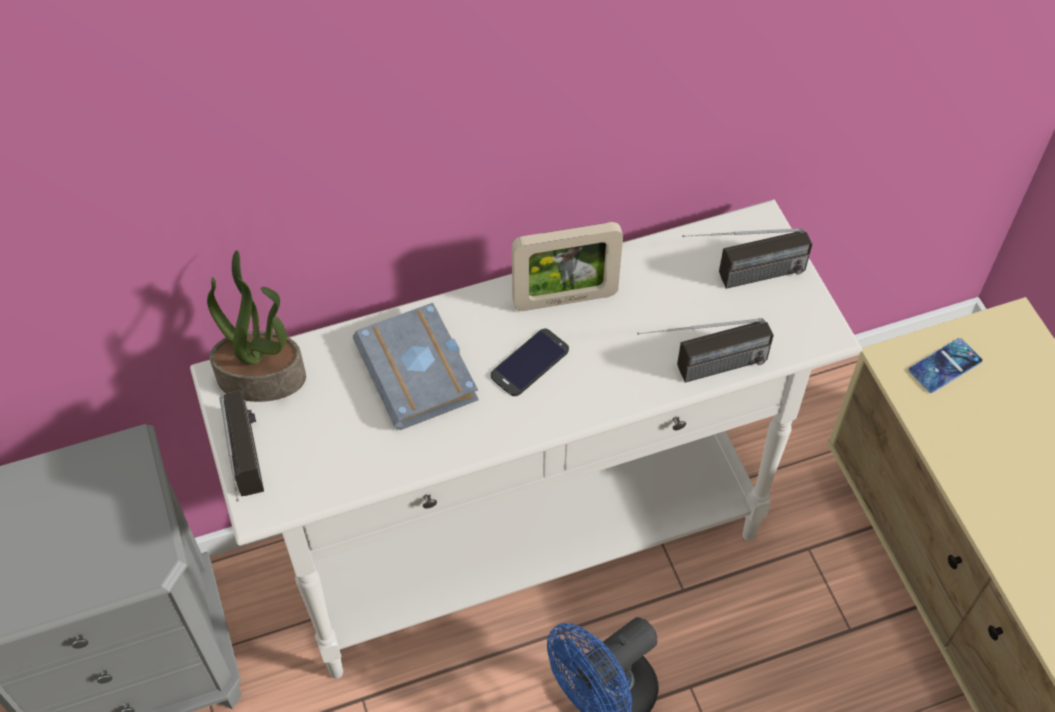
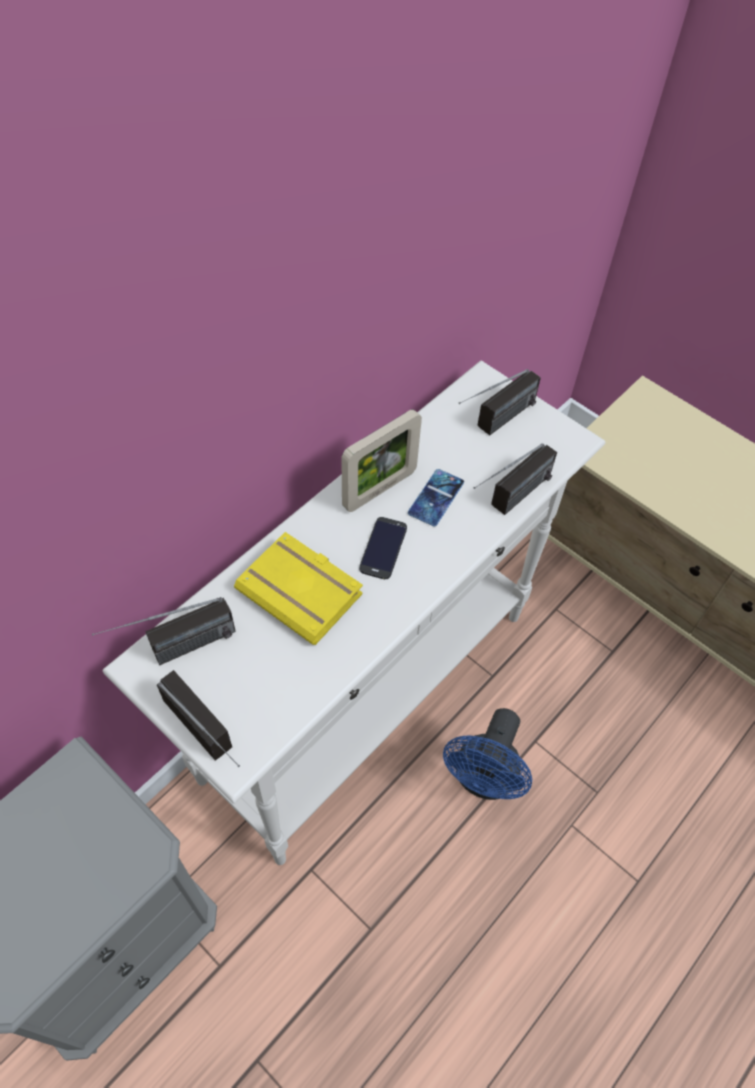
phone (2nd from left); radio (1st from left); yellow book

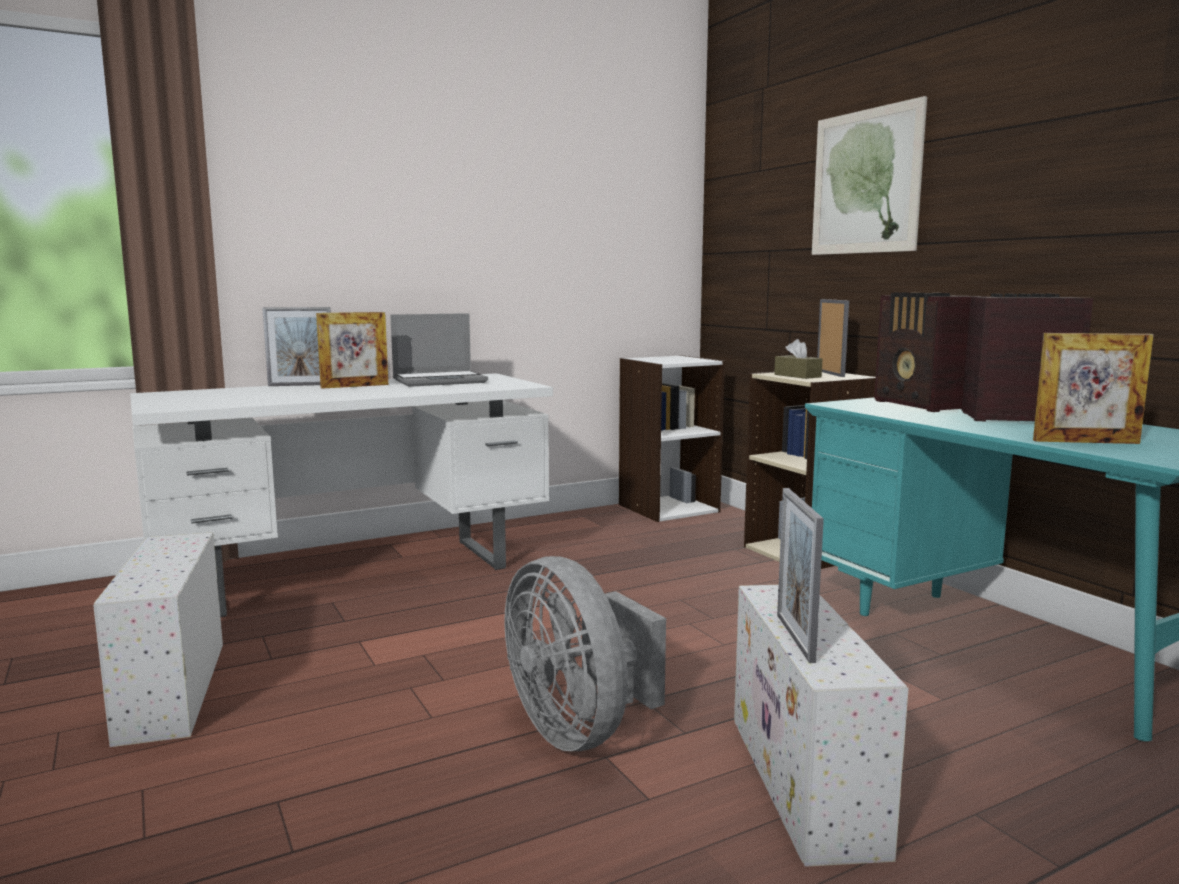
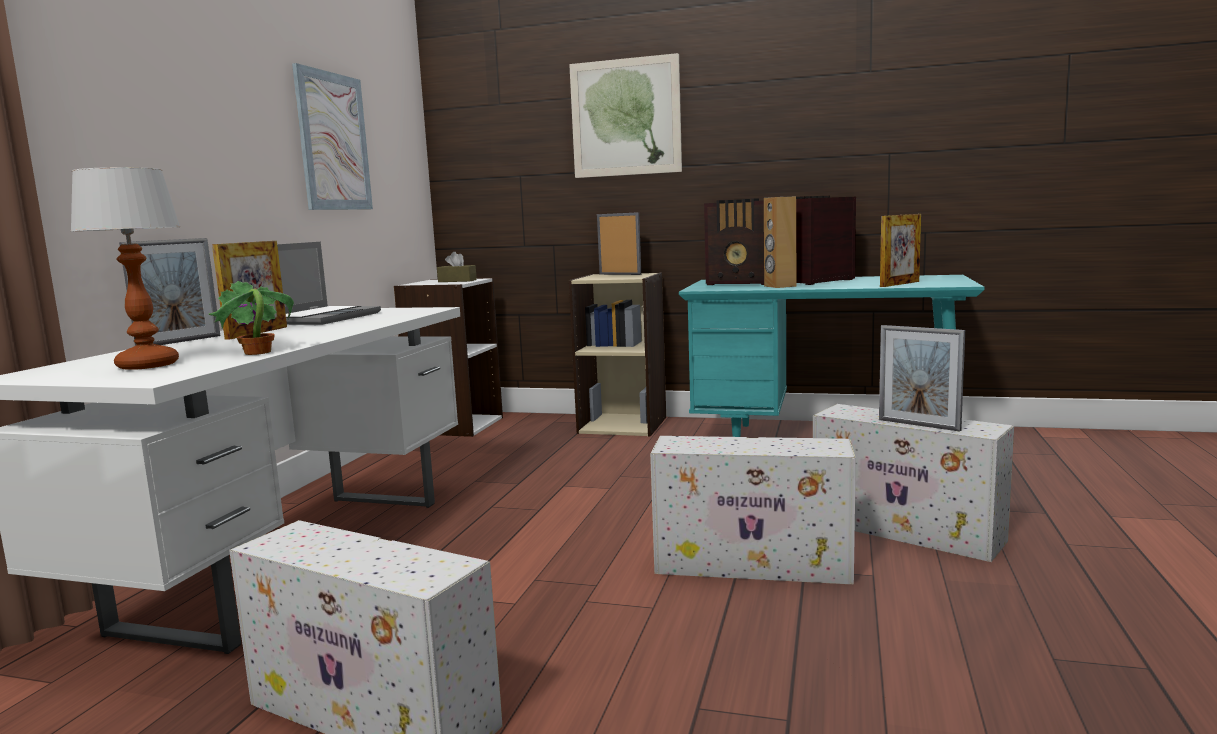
table lamp; potted plant; picture (1st from left); brown speaker; brown tissue box; white storage box (2nd from left)

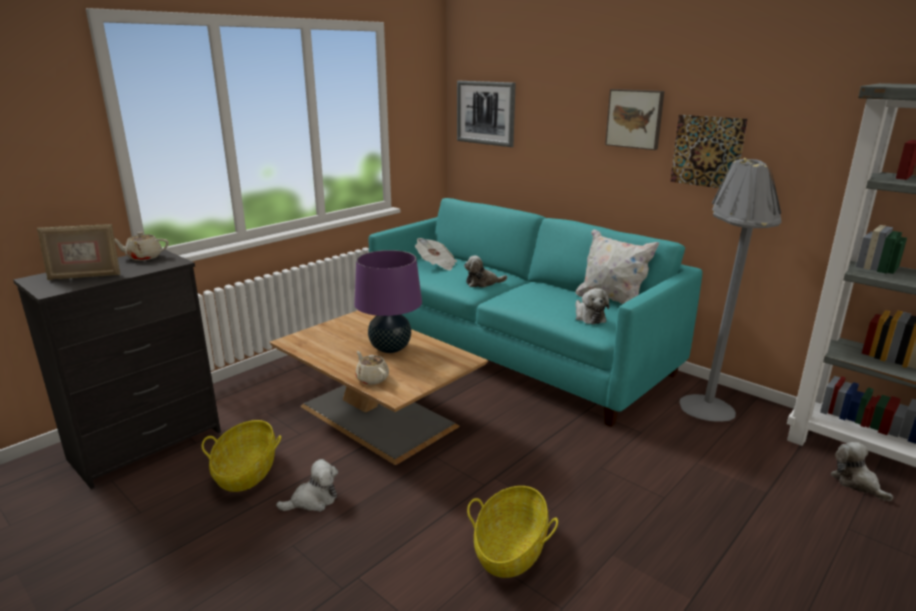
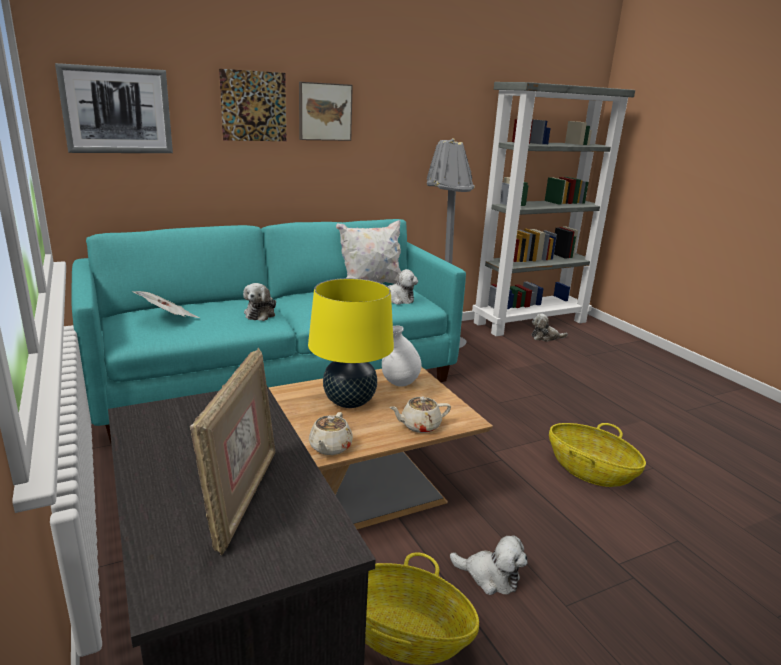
white vase; beige teapot (1st from left); picture (2nd from left); yellow table lamp; plush toy (3rd from left)

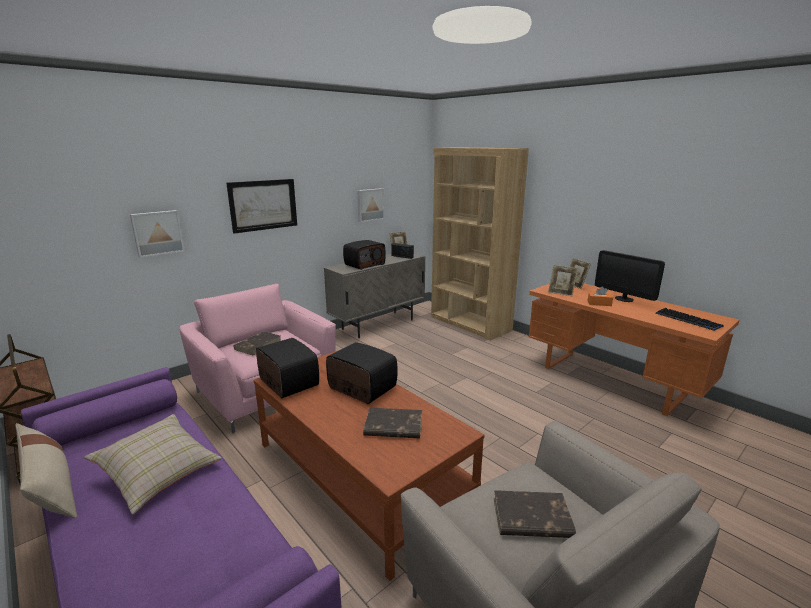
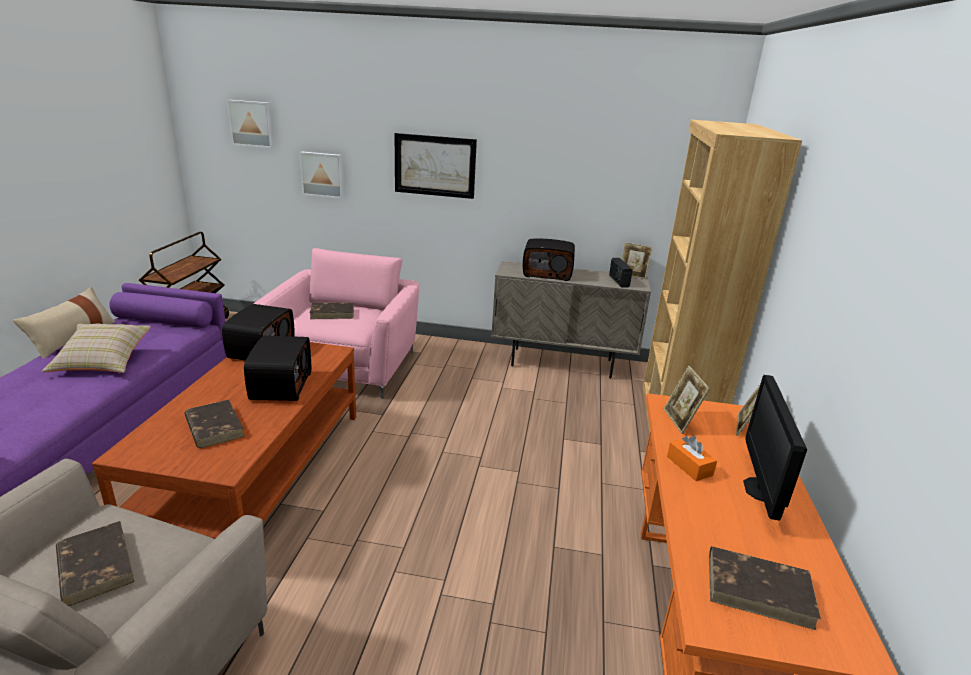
picture (1st from left); brown book (4th from left)

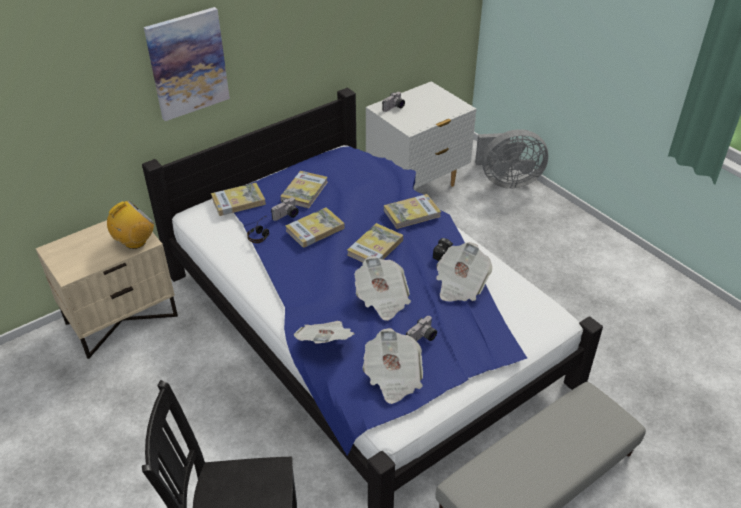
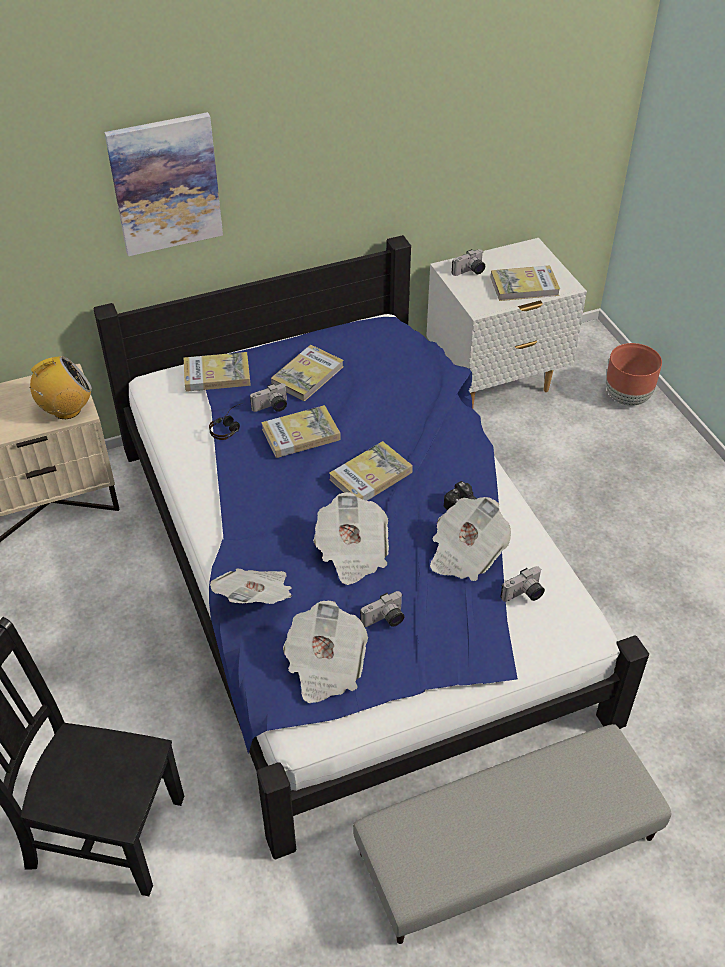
photo camera (5th from left); book (5th from left); brown planter

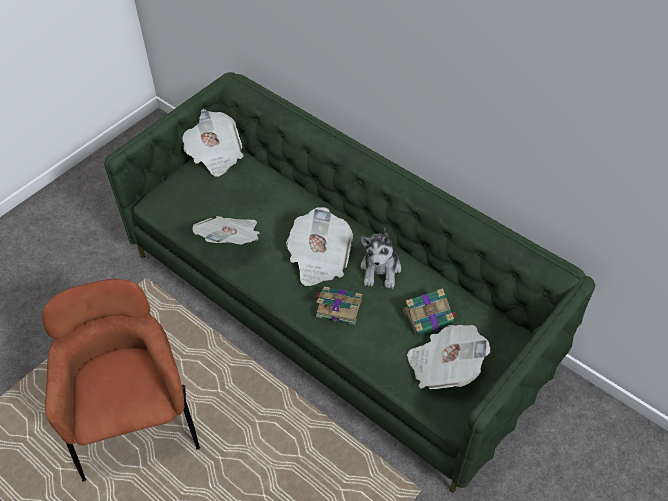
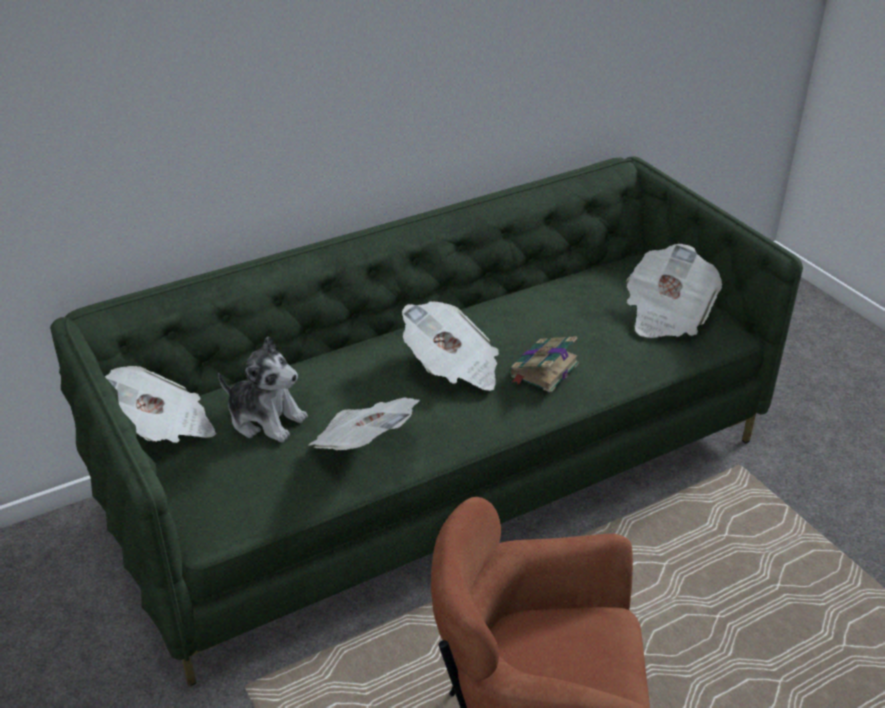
book (2nd from left in the first image); plush toy

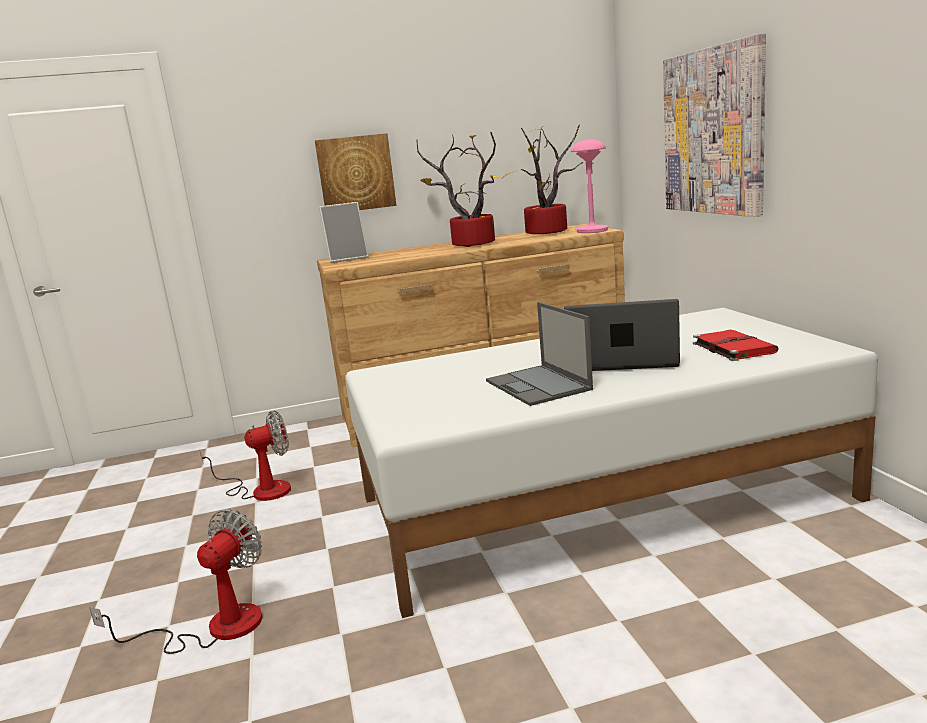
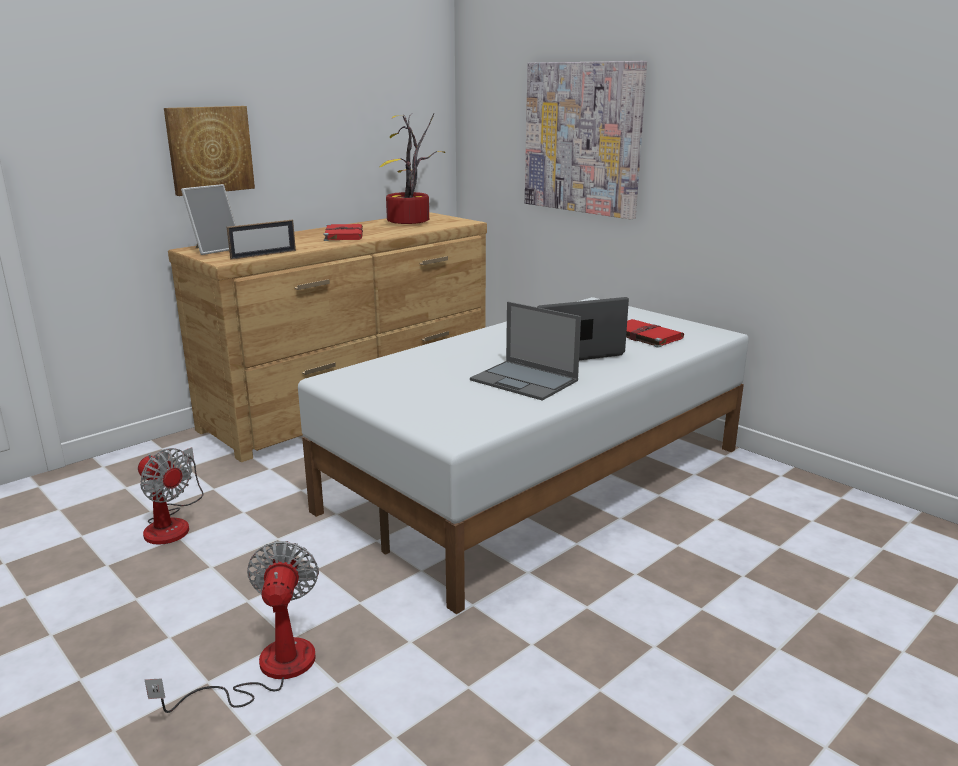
pink table lamp; picture frame (2nd from left); red book (1st from left); fan (1st from left)

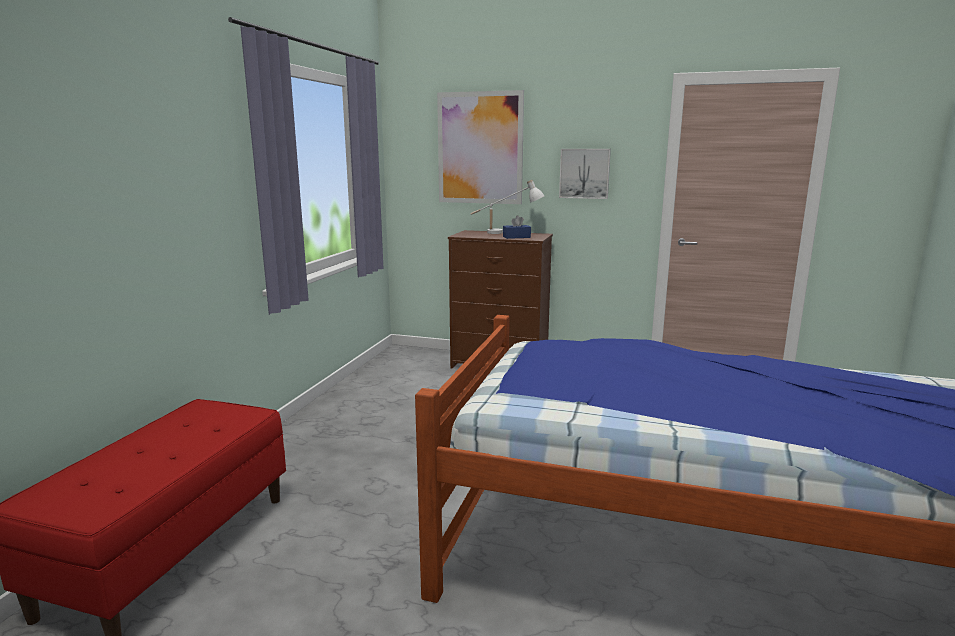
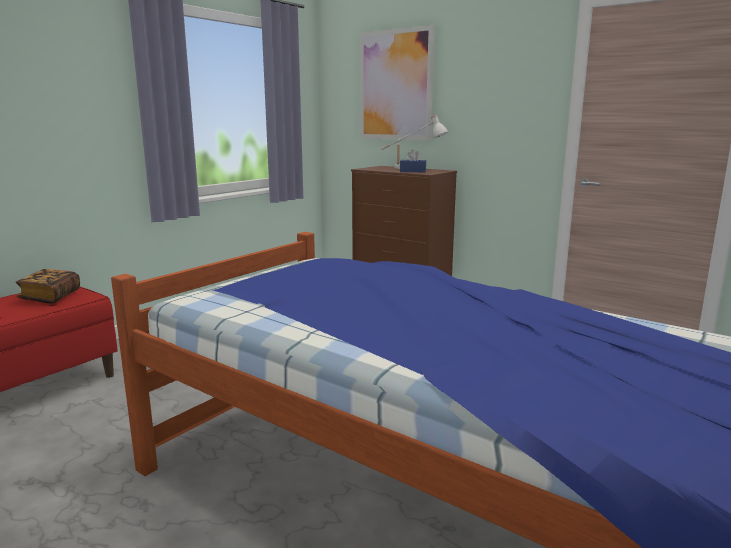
picture (2nd from left in the first image); book

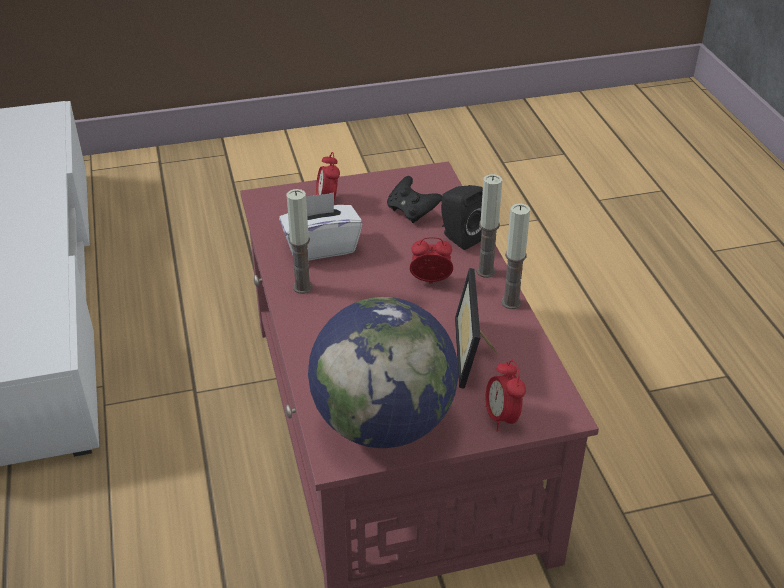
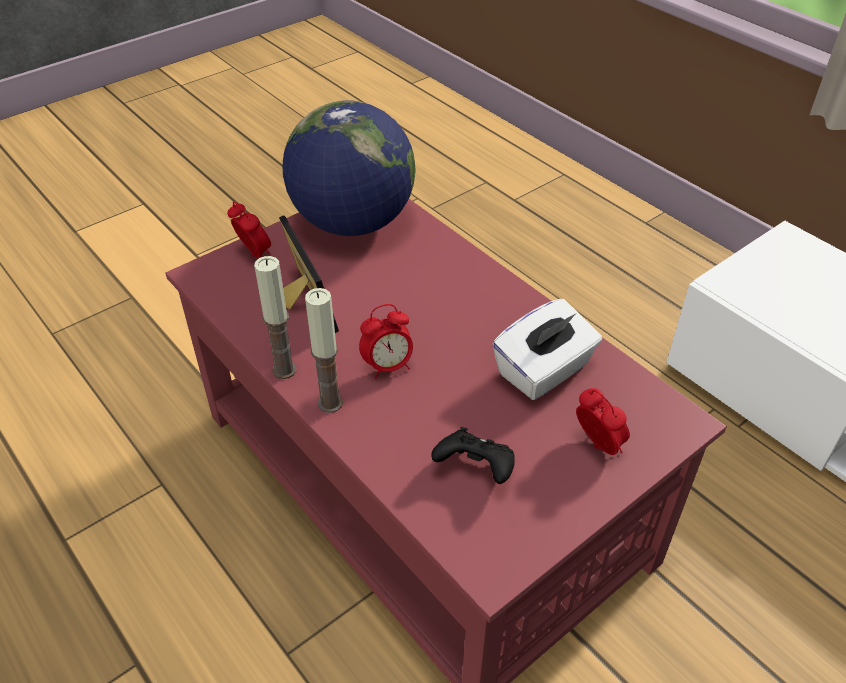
candle (1st from left in the first image); black speaker

